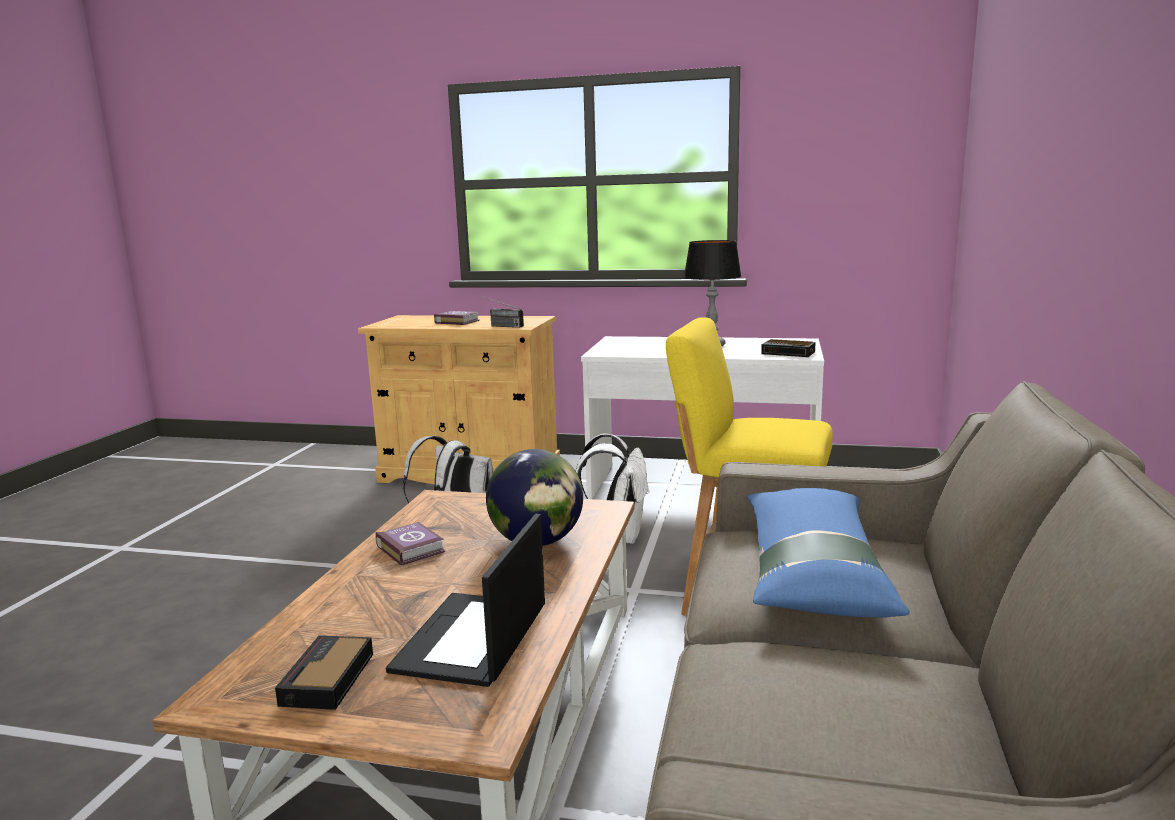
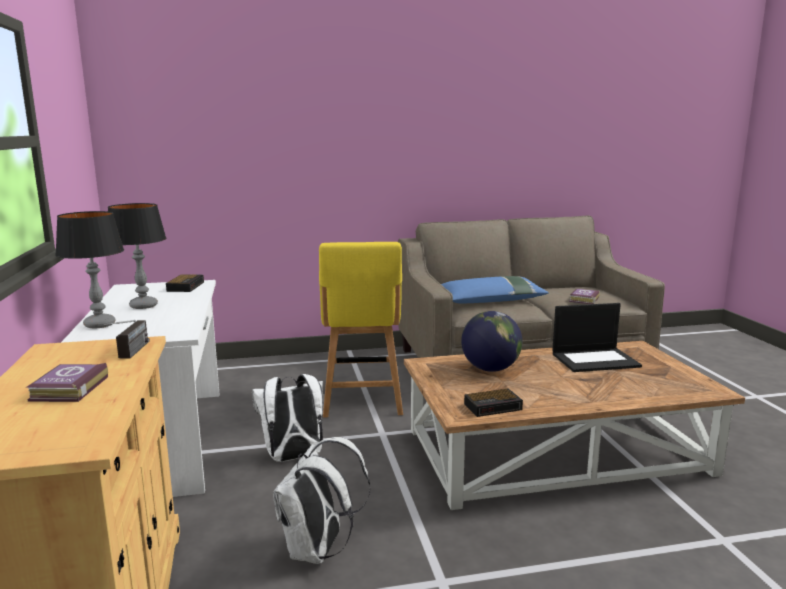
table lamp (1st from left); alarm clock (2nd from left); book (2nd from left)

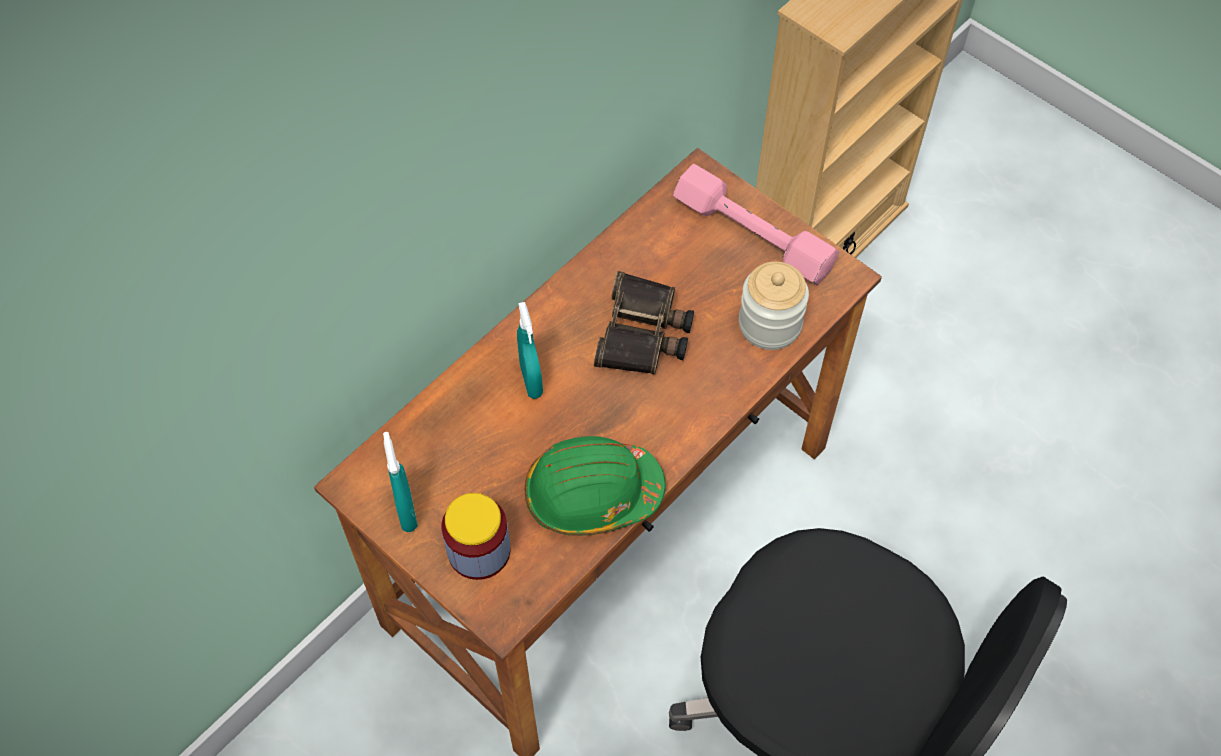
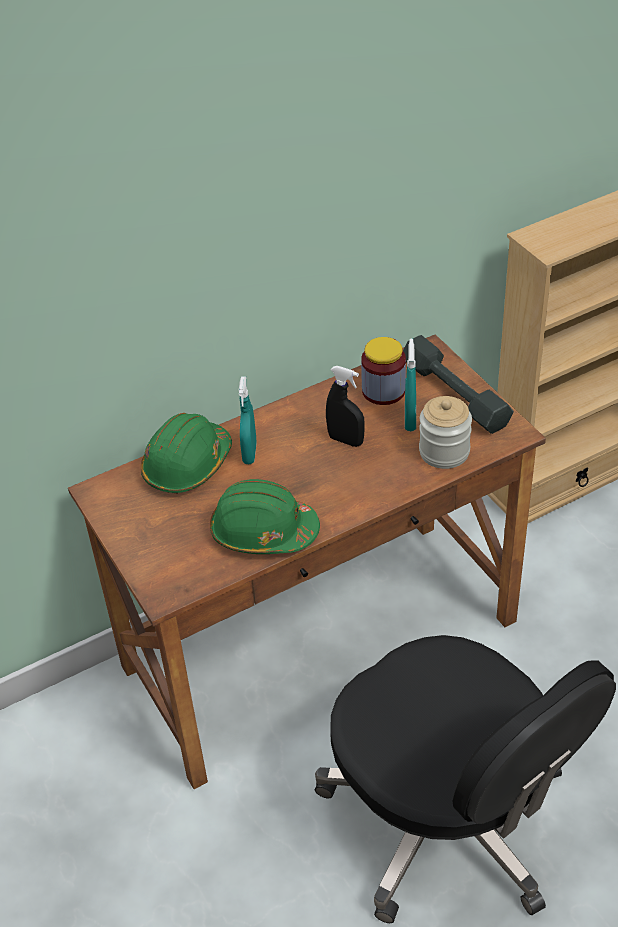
green hard hat (1st from left); turquoise spray bottle (2nd from left); jar (1st from left); black spray bottle; grey dumbbell

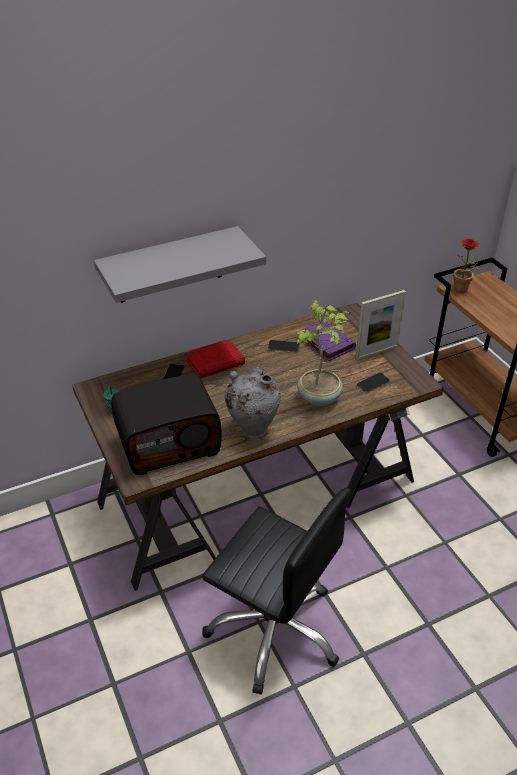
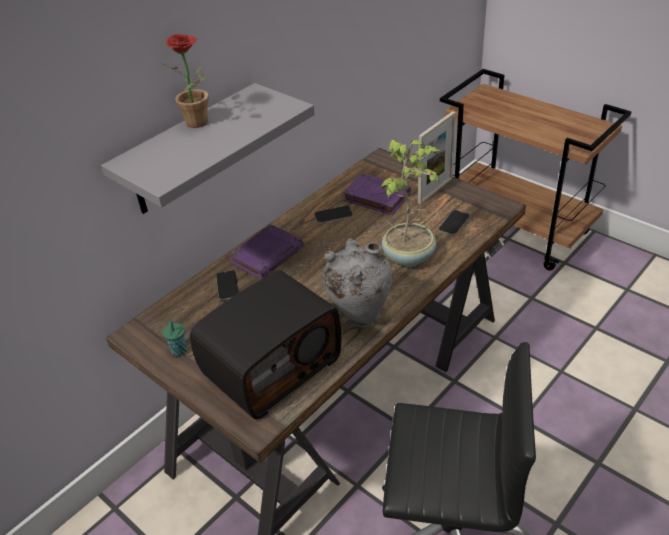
potted plant (1st from left); purple book (1st from left)

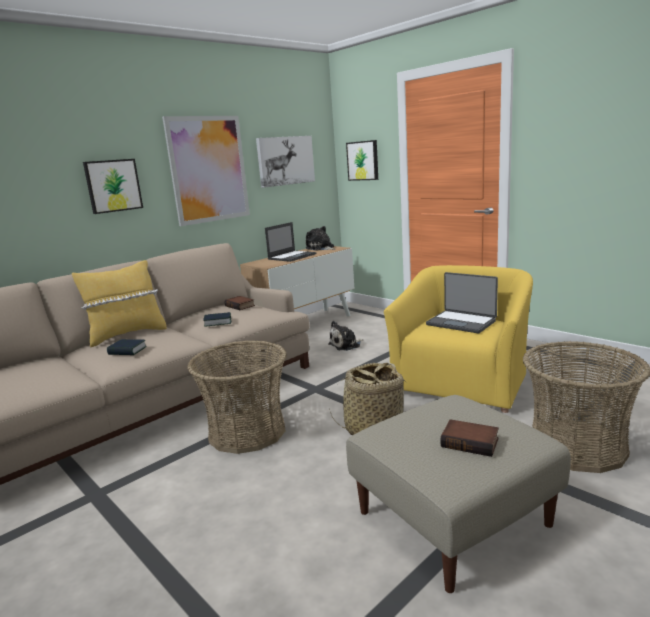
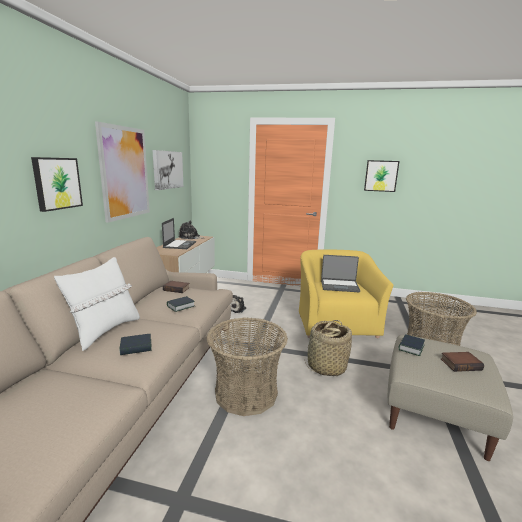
book (4th from left); picture (4th from left); white pillow

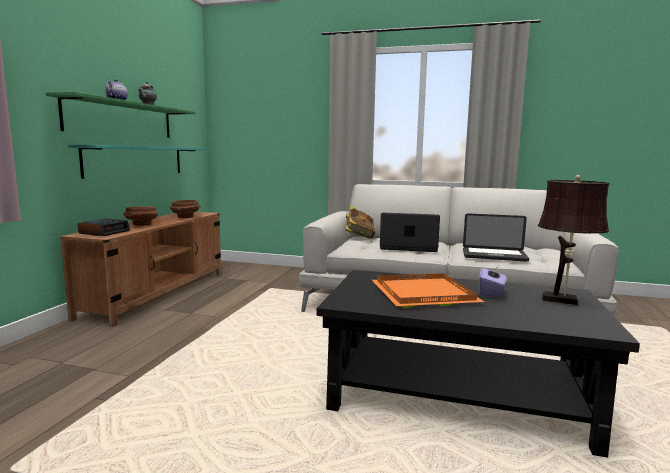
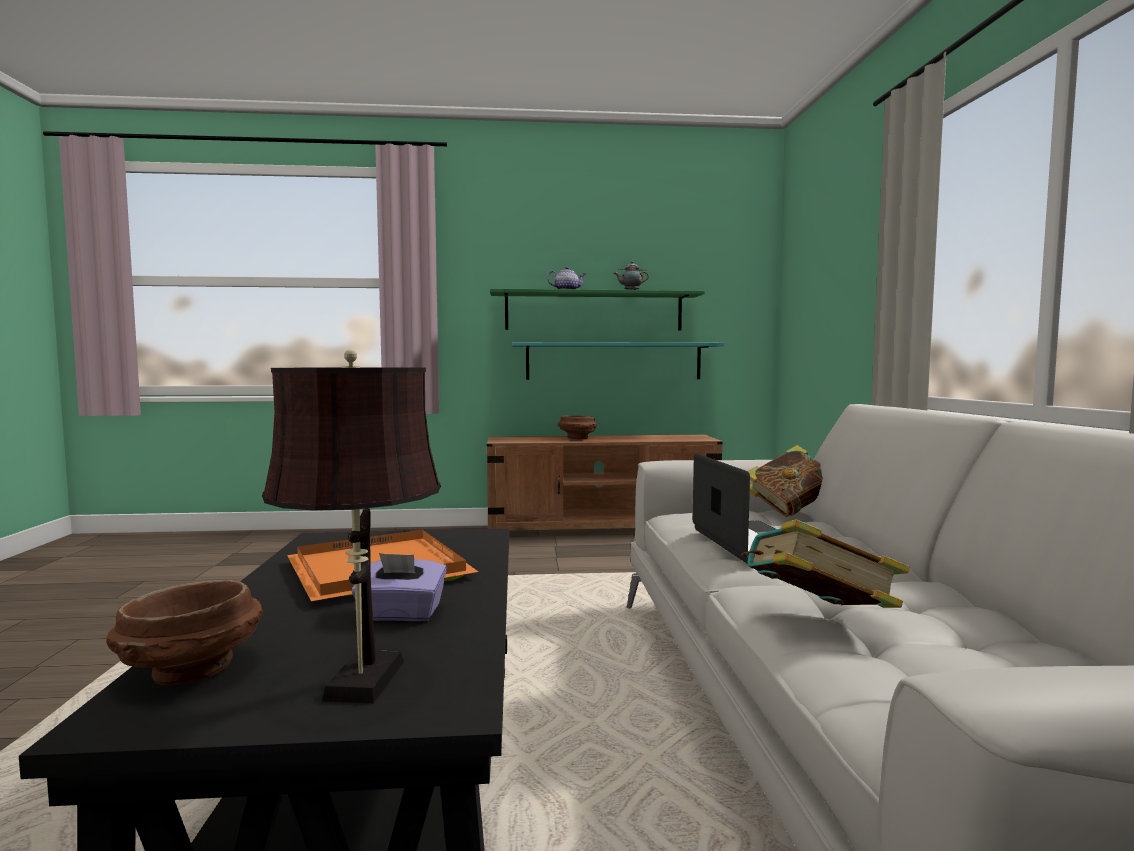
alarm clock; brown bowl (1st from left); book (2nd from left)

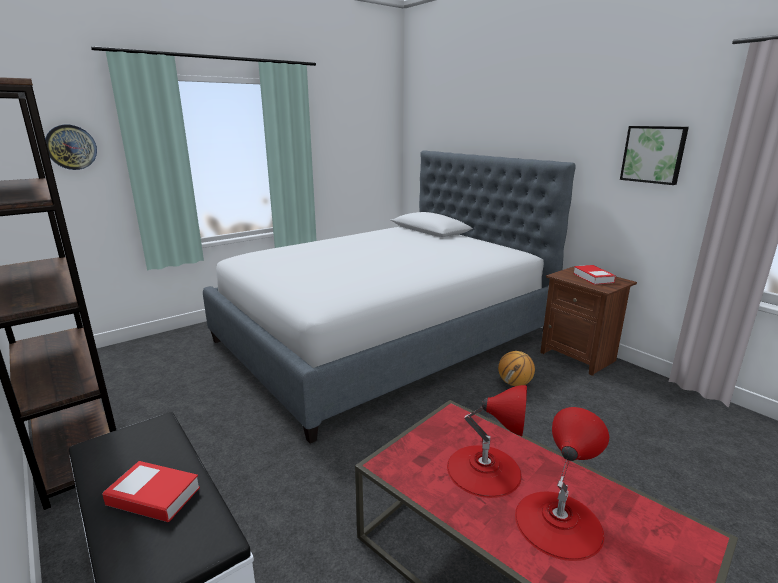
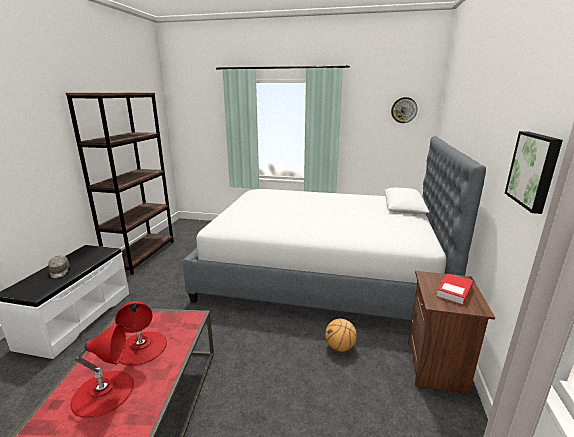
wall clock; grey cap

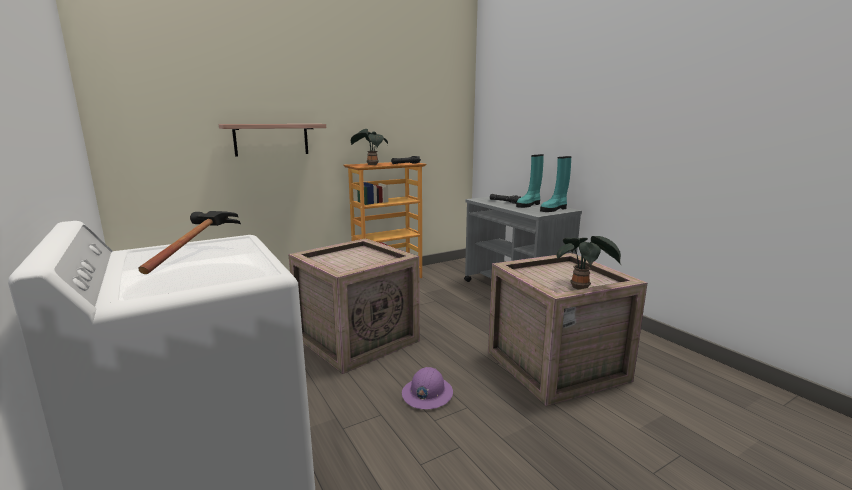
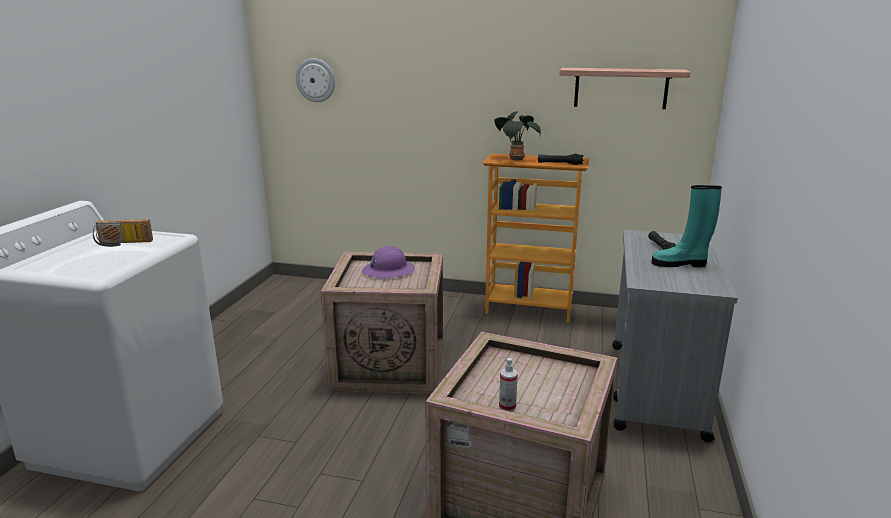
turquoise boot (2nd from left in the first image); wall clock; shelf; purple hard hat; radio; spray bottle

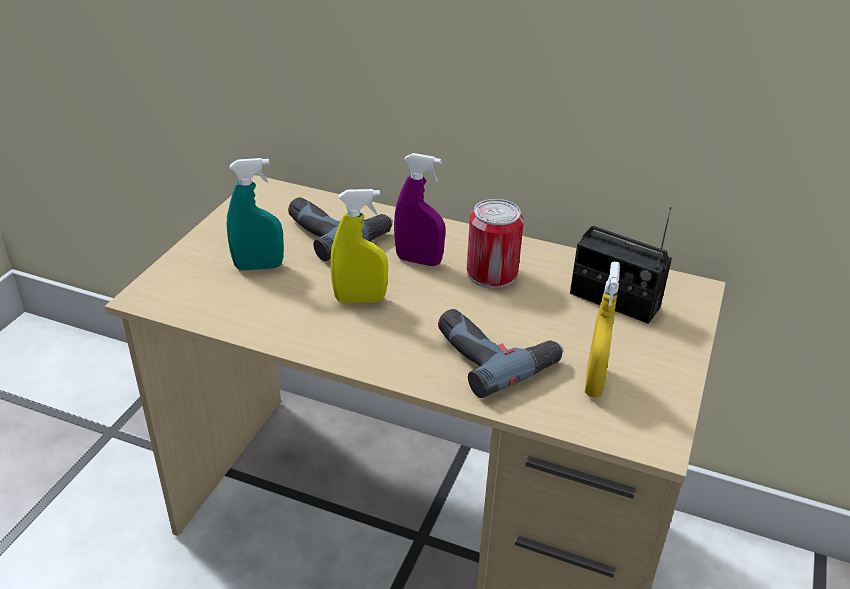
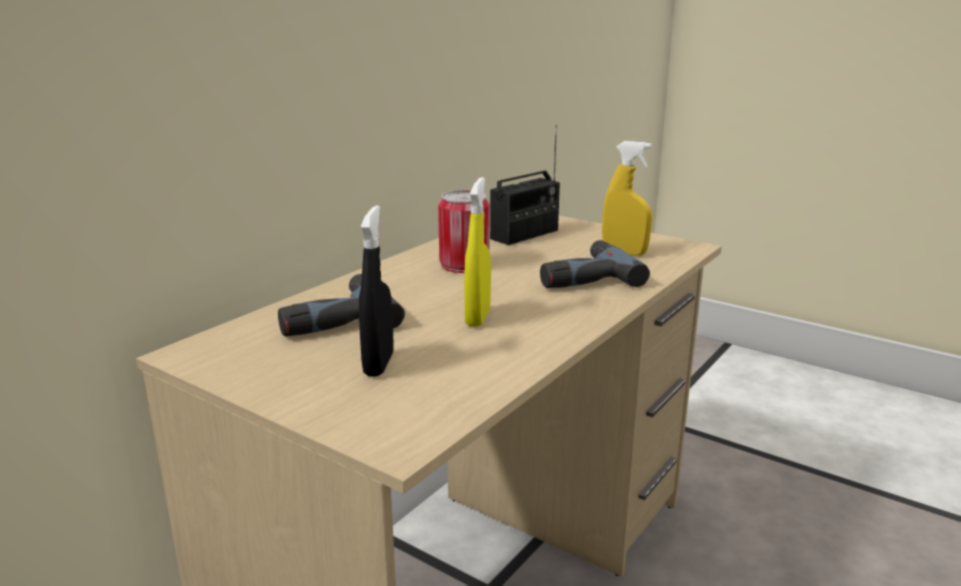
purple spray bottle; black spray bottle

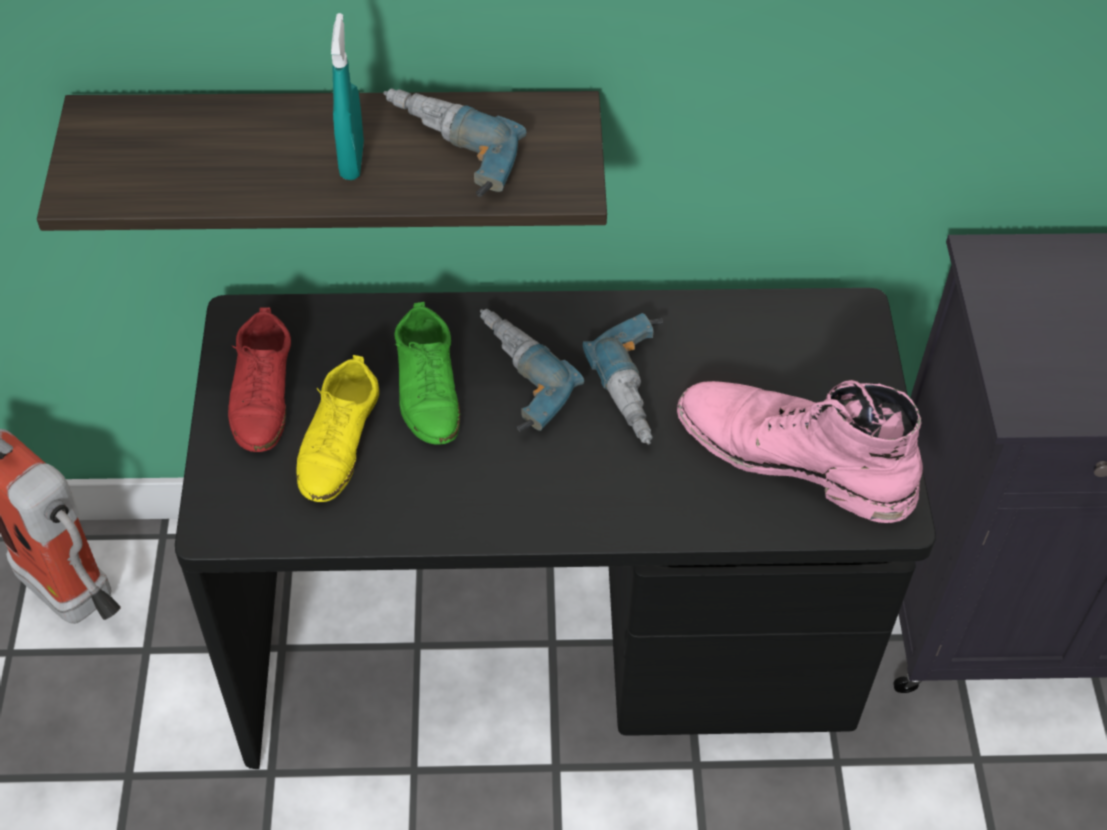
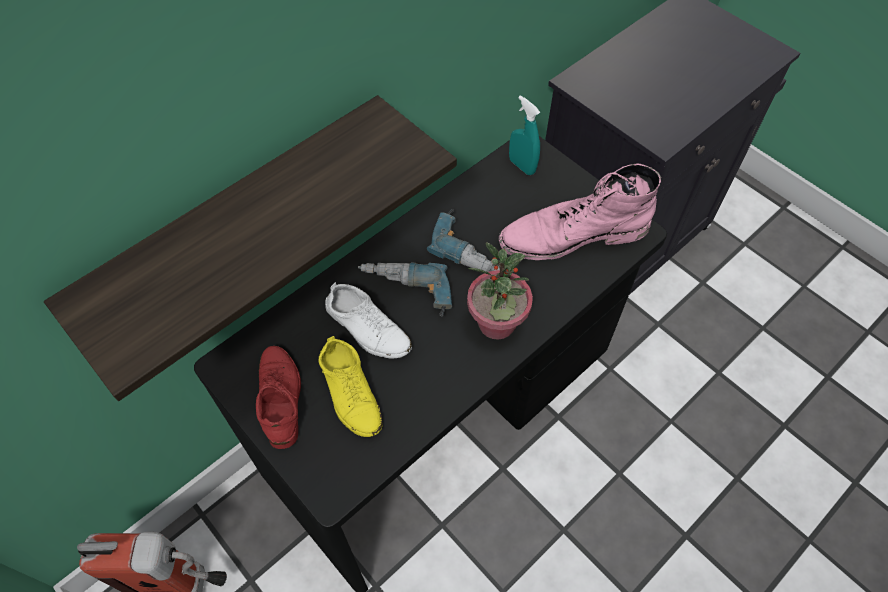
power drill (1st from left in the first image); potted plant; turquoise spray bottle; white shoe; red shoe

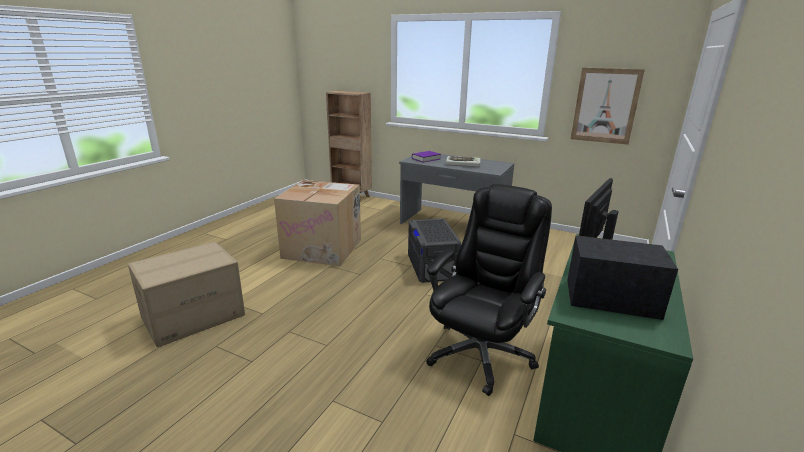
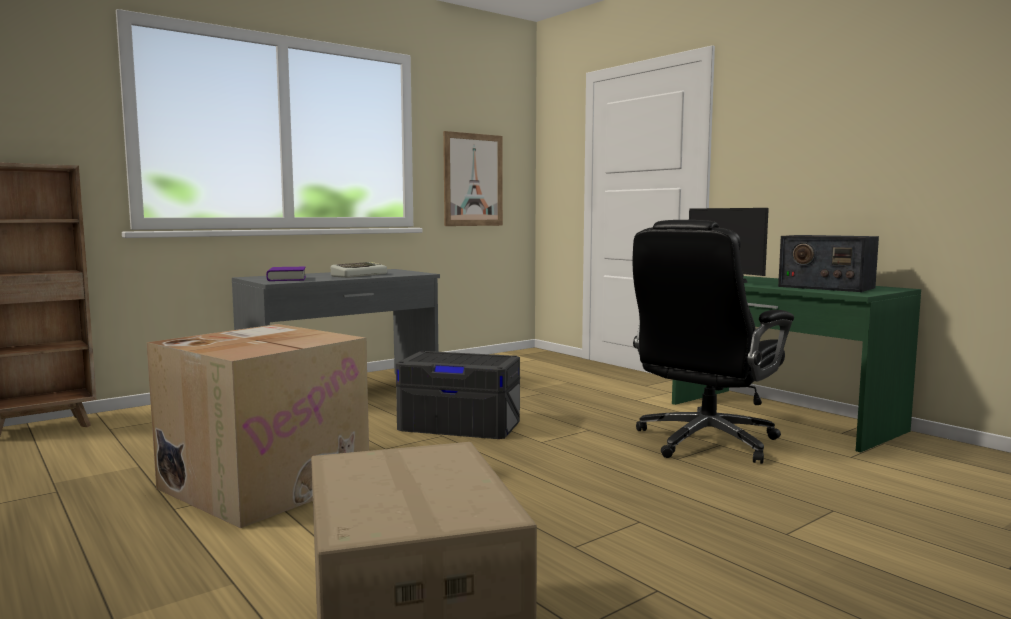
black office chair; radio

